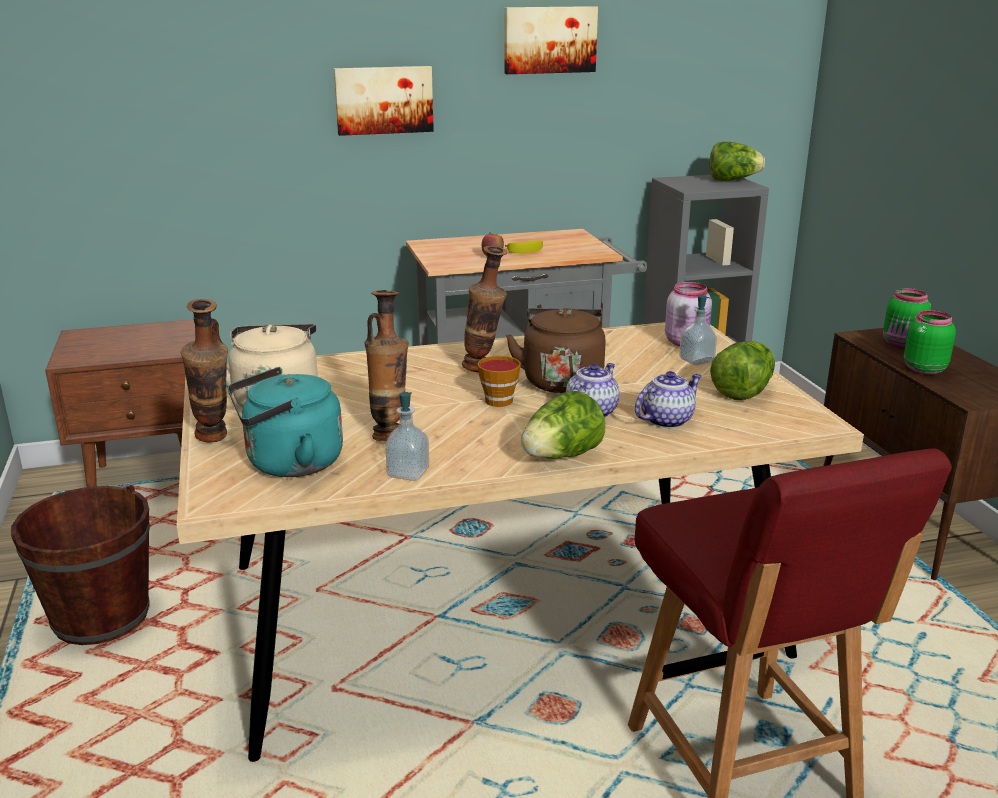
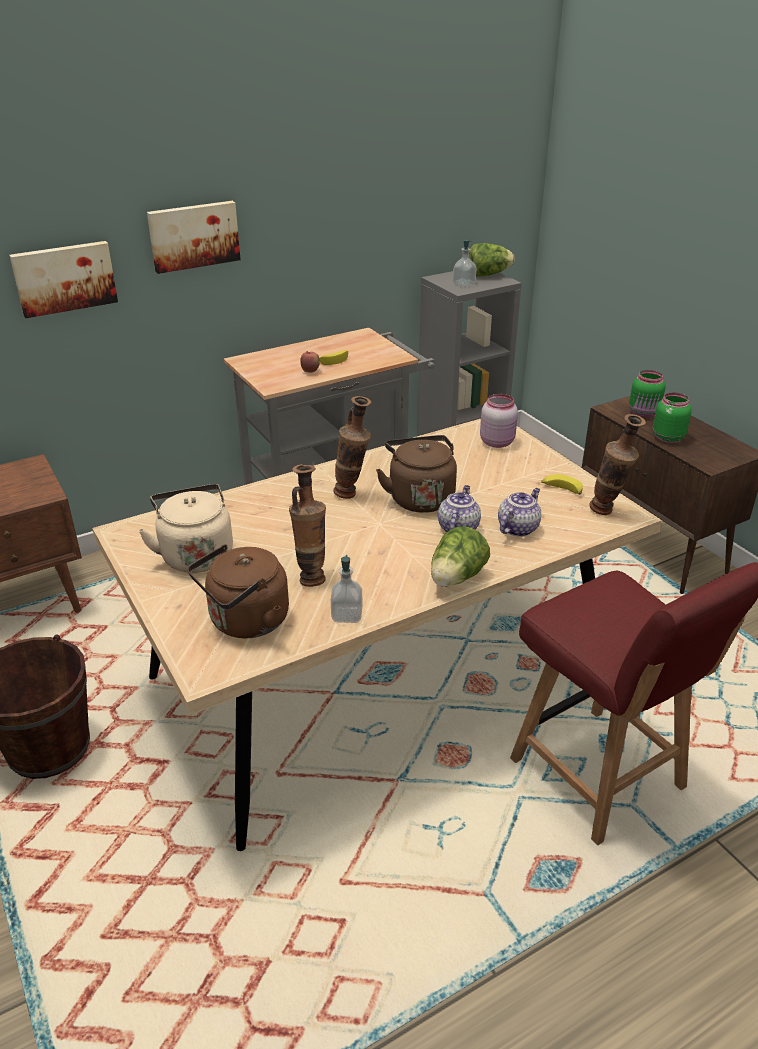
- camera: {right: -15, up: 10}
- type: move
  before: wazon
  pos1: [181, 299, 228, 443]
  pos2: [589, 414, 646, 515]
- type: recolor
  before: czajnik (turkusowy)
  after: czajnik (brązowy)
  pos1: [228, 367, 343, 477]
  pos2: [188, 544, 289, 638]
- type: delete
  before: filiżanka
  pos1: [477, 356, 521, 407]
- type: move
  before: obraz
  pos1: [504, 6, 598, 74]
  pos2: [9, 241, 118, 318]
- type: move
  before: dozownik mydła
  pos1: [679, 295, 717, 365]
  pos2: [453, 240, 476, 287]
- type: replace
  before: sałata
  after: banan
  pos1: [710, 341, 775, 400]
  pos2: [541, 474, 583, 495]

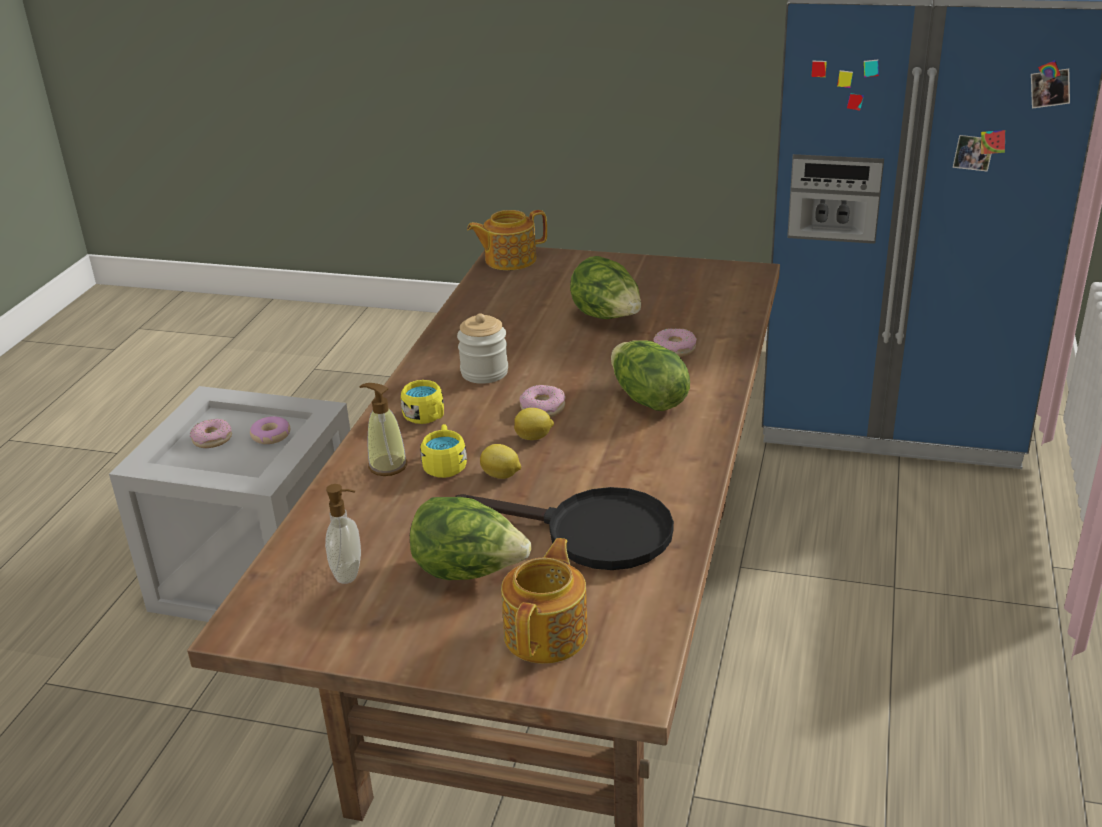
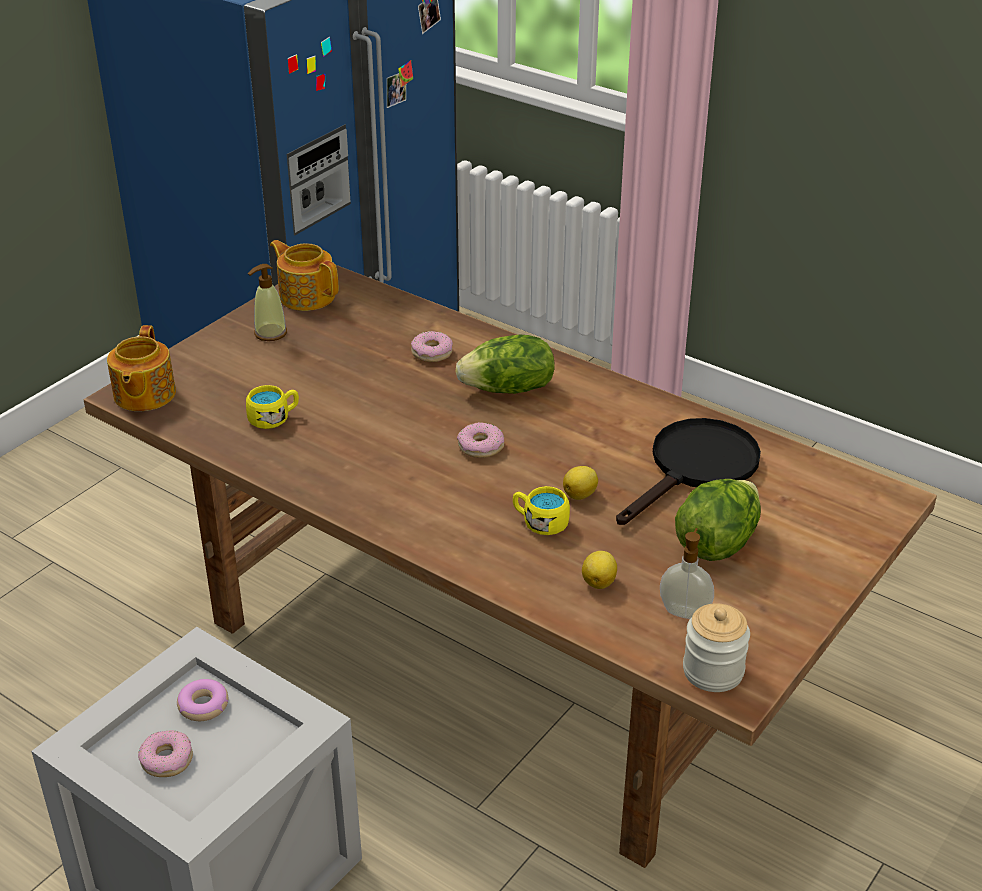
- camera: {right: -70, up: 5}
- type: move
  before: dozownik mydła
  pos1: [359, 383, 407, 476]
  pos2: [248, 264, 287, 341]
- type: move
  before: kubek (żółty)
  pos1: [401, 380, 444, 424]
  pos2: [246, 385, 299, 429]
- type: move
  before: słoik
  pos1: [457, 313, 508, 384]
  pos2: [683, 603, 750, 692]
- type: move
  before: imbryk
  pos1: [501, 538, 588, 664]
  pos2: [270, 240, 338, 311]
- type: move
  before: cytryna
  pos1: [514, 408, 554, 440]
  pos2: [582, 551, 617, 589]
- type: delete
  before: sałata
  pos1: [570, 256, 641, 319]

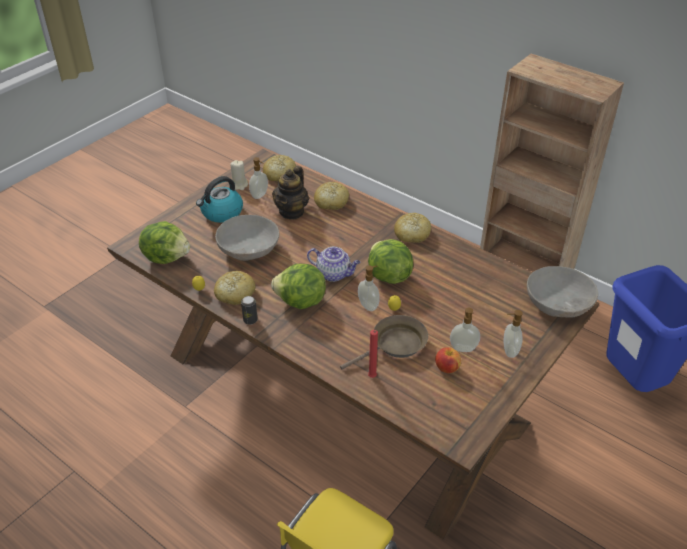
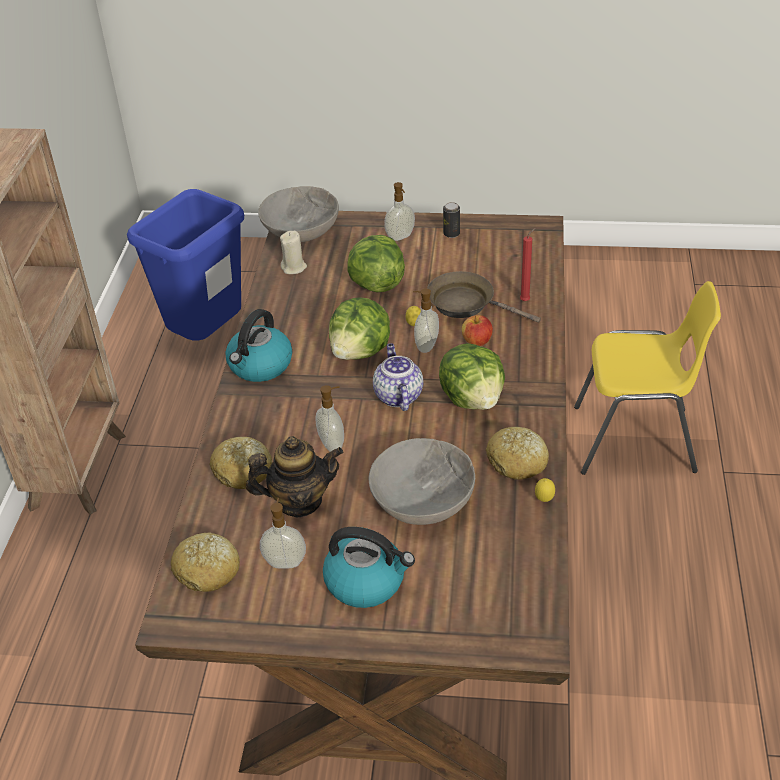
- camera: {right: -120, up: 0}
- type: move
  before: sałata
  pos1: [139, 221, 190, 264]
  pos2: [347, 235, 405, 292]
- type: move
  before: świeca (beżowy)
  pos1: [230, 160, 248, 190]
  pos2: [280, 231, 307, 274]
- type: move
  before: puszka
  pos1: [241, 296, 258, 325]
  pos2: [443, 202, 460, 238]
- type: replace
  before: chleb
  after: czajnik
  pos1: [394, 213, 431, 243]
  pos2: [225, 309, 292, 382]
- type: move
  before: jabłko
  pos1: [435, 347, 461, 373]
  pos2: [462, 315, 493, 346]
- type: move
  before: dozownik mydła
  pos1: [450, 307, 480, 352]
  pos2: [315, 385, 344, 452]

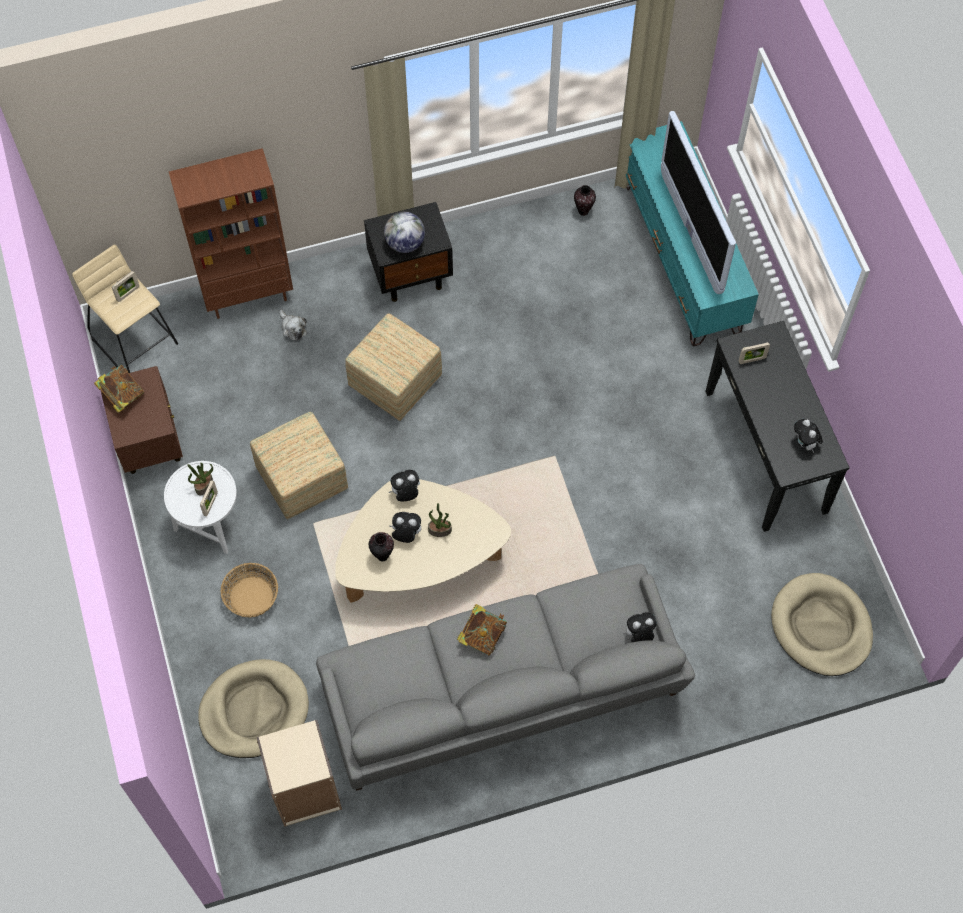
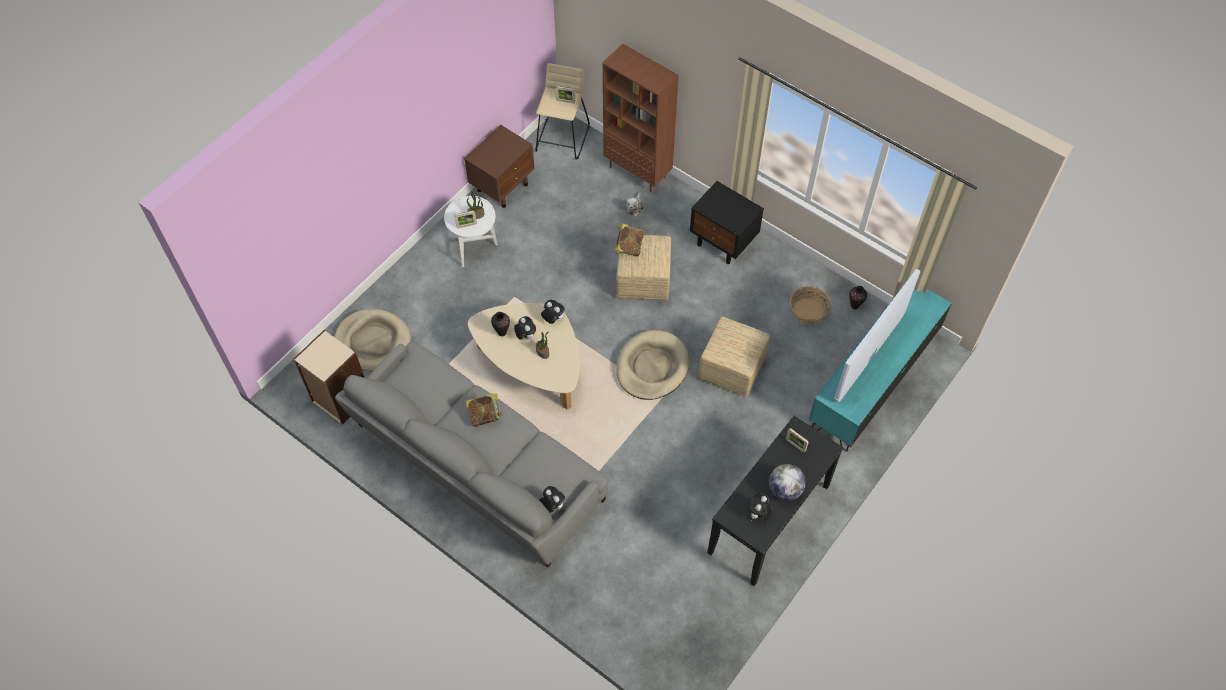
- camera: {right: 55, up: -5}
- type: move
  before: książka
  pos1: [94, 365, 144, 413]
  pos2: [614, 223, 644, 256]
- type: move
  before: koszyk
  pos1: [220, 563, 278, 618]
  pos2: [790, 286, 831, 324]
- type: move
  before: pufa
  pos1: [250, 412, 348, 519]
  pos2: [698, 316, 770, 397]
- type: move
  before: globus
  pos1: [384, 212, 425, 253]
  pos2: [769, 464, 806, 501]
- type: move
  before: legowisko (beżowy)
  pos1: [771, 573, 873, 676]
  pos2: [616, 330, 689, 400]

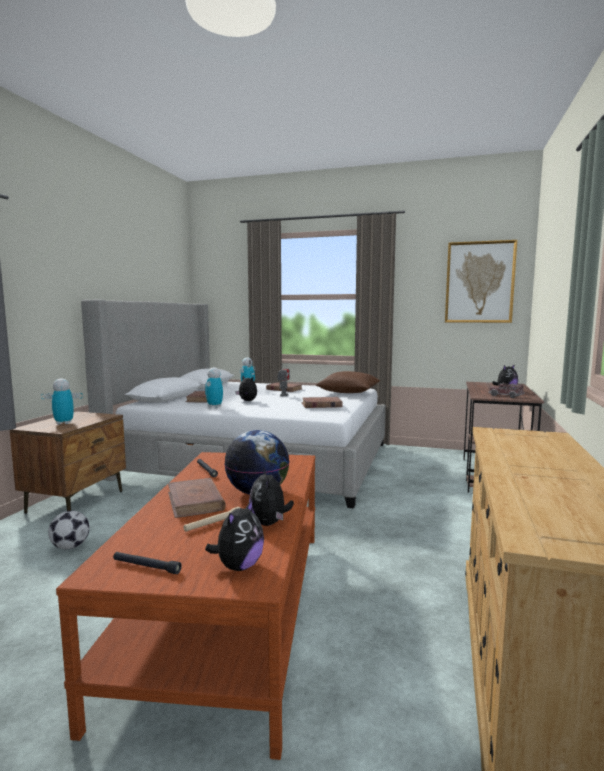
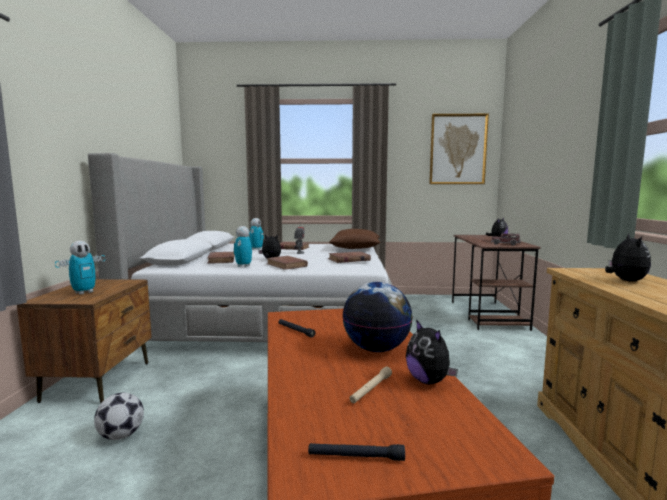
- camera: {right: -15, up: 0}
- type: rotate
  before: robot zabawkowy
  pos1: [41, 379, 83, 425]
  pos2: [55, 241, 106, 295]
  turn: 150
- type: move
  before: książka (brązowy)
  pos1: [168, 478, 226, 518]
  pos2: [266, 256, 308, 270]
- type: move
  before: pluszak
  pos1: [205, 499, 264, 571]
  pos2: [605, 234, 651, 282]

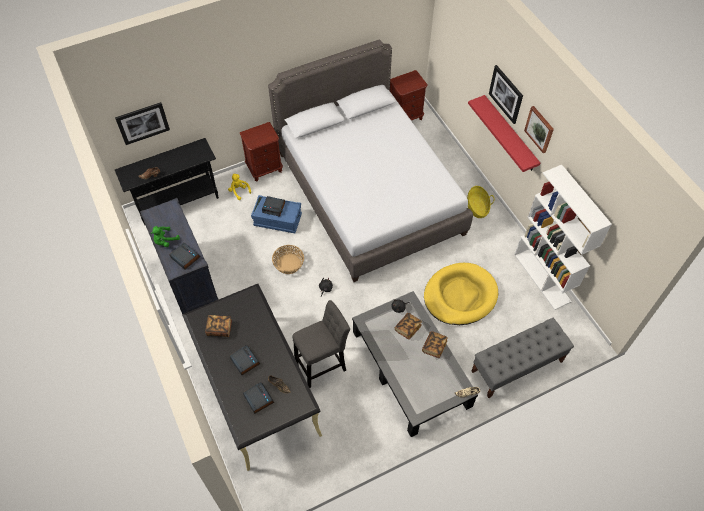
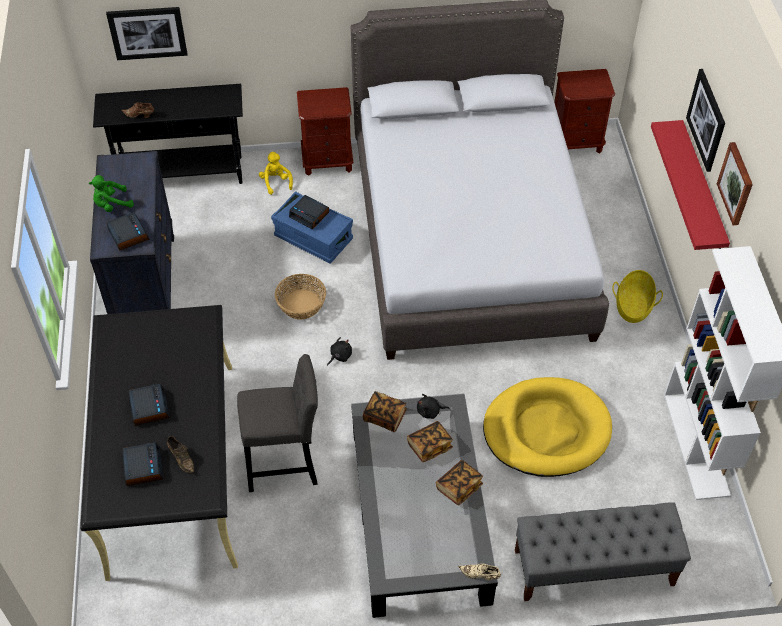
- camera: {right: 20, up: -5}
- type: move
  before: książka
  pos1: [205, 315, 232, 337]
  pos2: [363, 391, 407, 432]

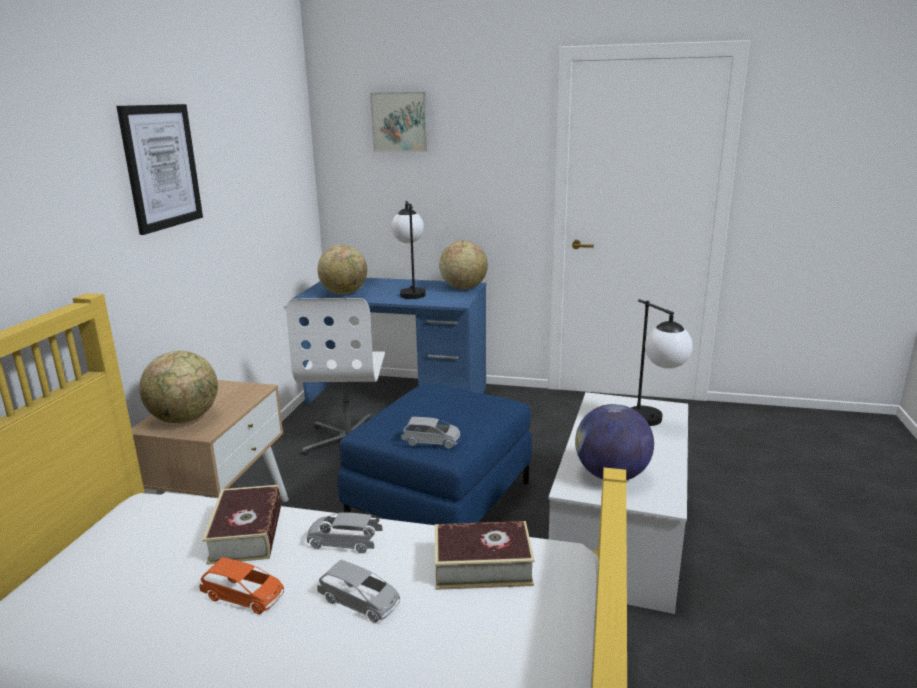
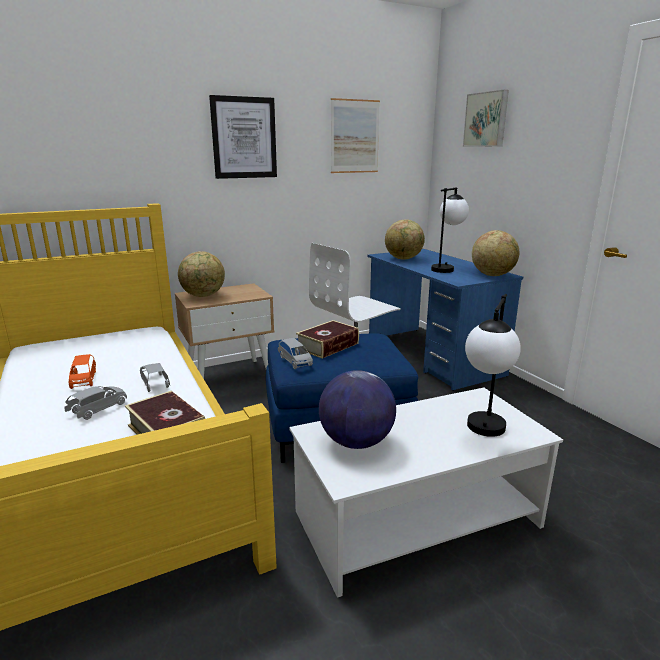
- camera: {right: 50, up: 0}
- type: move
  before: książka
  pos1: [202, 485, 281, 565]
  pos2: [296, 320, 359, 359]
- type: rotate
  before: samochodzik (szary)
  pos1: [317, 560, 400, 623]
  pos2: [64, 386, 127, 420]
  turn: -135
- type: insert
  after: obraz
  pos2: [331, 98, 380, 173]

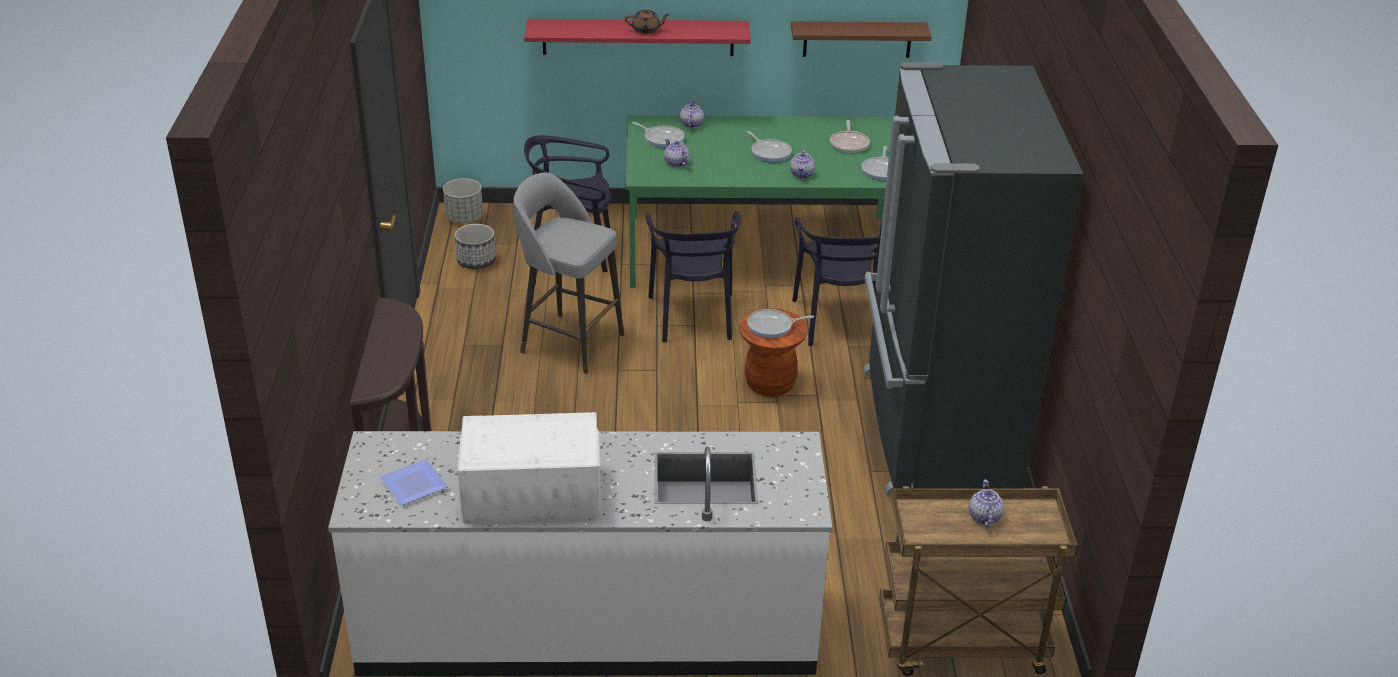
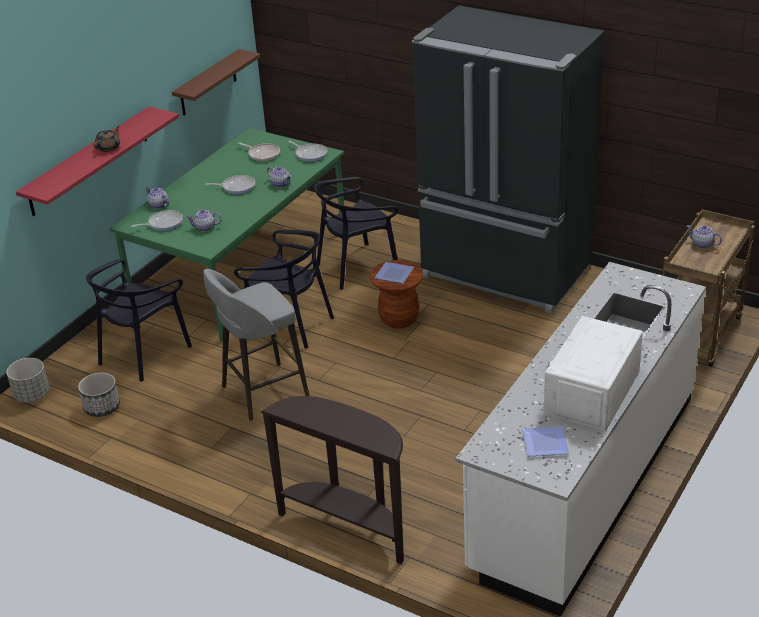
- camera: {right: -55, up: 0}
- type: replace
  before: patelnia
  after: talerz
  pos1: [747, 309, 814, 338]
  pos2: [375, 262, 414, 284]
- type: rotate
  before: krzesło (czarny)
  pos1: [792, 217, 882, 346]
  pos2: [314, 177, 398, 290]
  turn: 120

